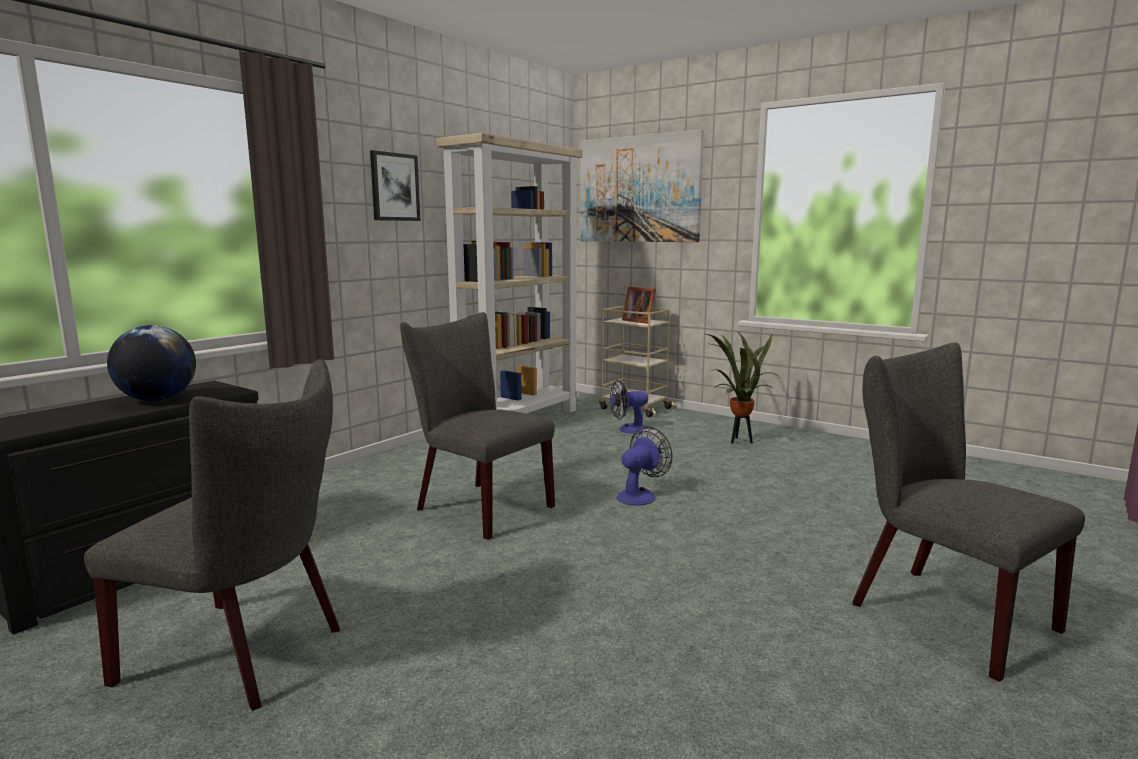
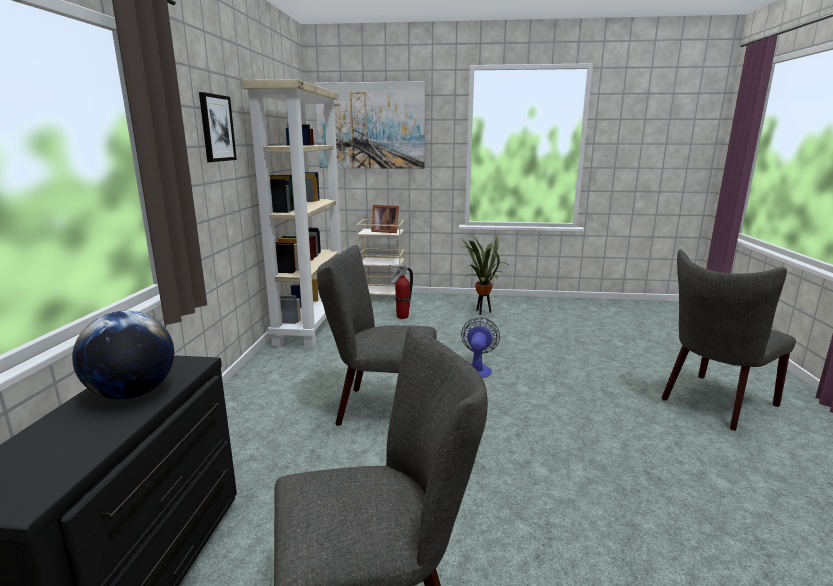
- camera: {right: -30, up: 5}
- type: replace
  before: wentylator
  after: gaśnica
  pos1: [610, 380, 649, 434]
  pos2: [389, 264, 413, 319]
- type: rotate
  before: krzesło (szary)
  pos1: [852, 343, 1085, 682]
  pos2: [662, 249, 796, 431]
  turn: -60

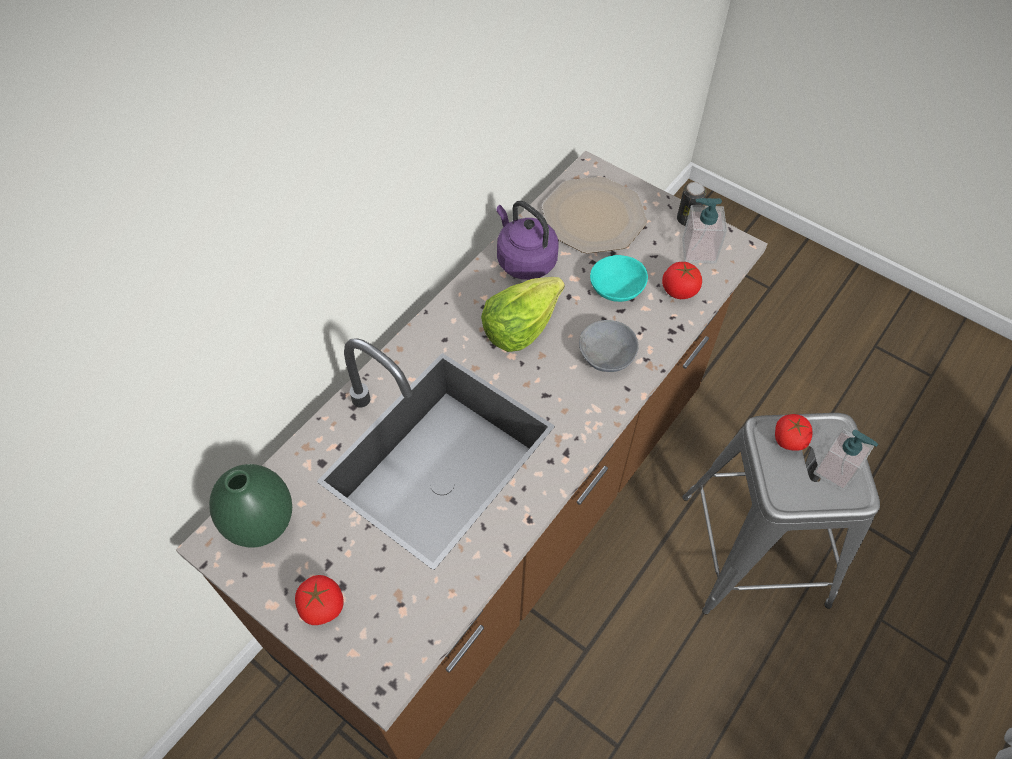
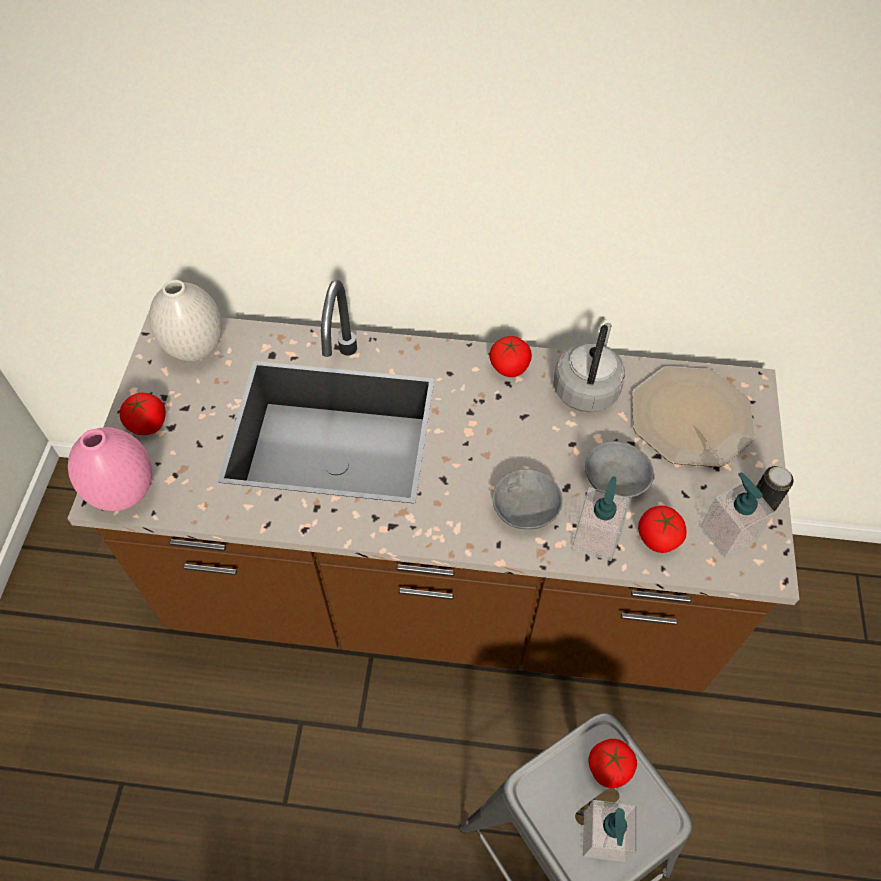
- camera: {right: 60, up: 0}
- type: recolor
  before: wazon (zielony)
  after: wazon (biały)
  pos1: [209, 464, 292, 548]
  pos2: [149, 280, 222, 361]
- type: delete
  before: sałata
  pos1: [481, 277, 565, 352]
- type: recolor
  before: czajnik (fioletowy)
  after: czajnik (szary)
  pos1: [496, 201, 559, 280]
  pos2: [554, 323, 625, 412]
- type: recolor
  before: miska (turkusowy)
  after: miska (szary)
  pos1: [590, 255, 648, 302]
  pos2: [585, 441, 654, 498]
- type: insert
  after: wazon (różowy)
  pos2: [68, 427, 152, 511]
- type: insert
  after: pomidor
  pos2: [490, 336, 532, 377]
- type: insert
  after: dozownik mydła
  pos2: [572, 476, 630, 561]

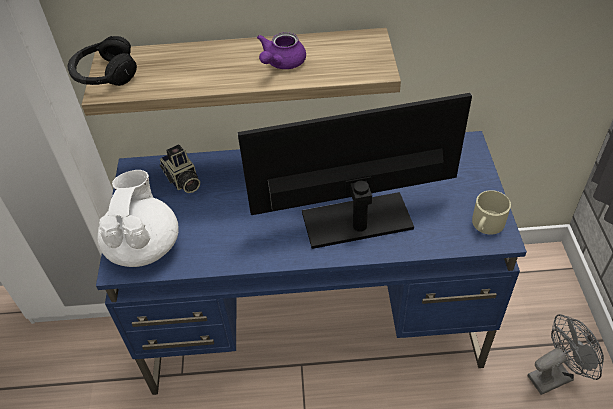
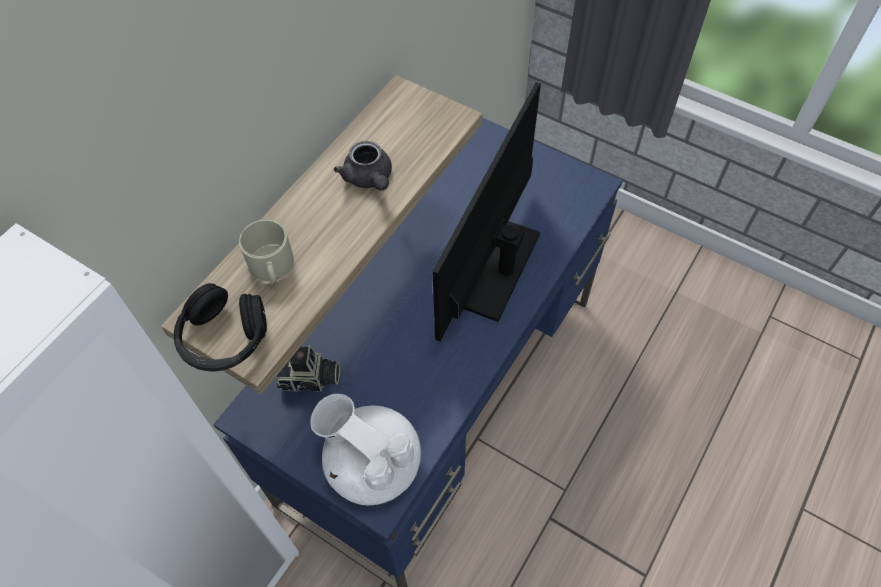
- camera: {right: -55, up: 10}
- type: recolor
  before: imbryk (fioletowy)
  after: imbryk (szary)
  pos1: [257, 32, 306, 69]
  pos2: [334, 141, 392, 190]
- type: move
  before: kubek (beżowy)
  pos1: [472, 190, 511, 235]
  pos2: [239, 220, 294, 282]
- type: delete
  before: wentylator (szary)
  pos1: [528, 314, 604, 395]

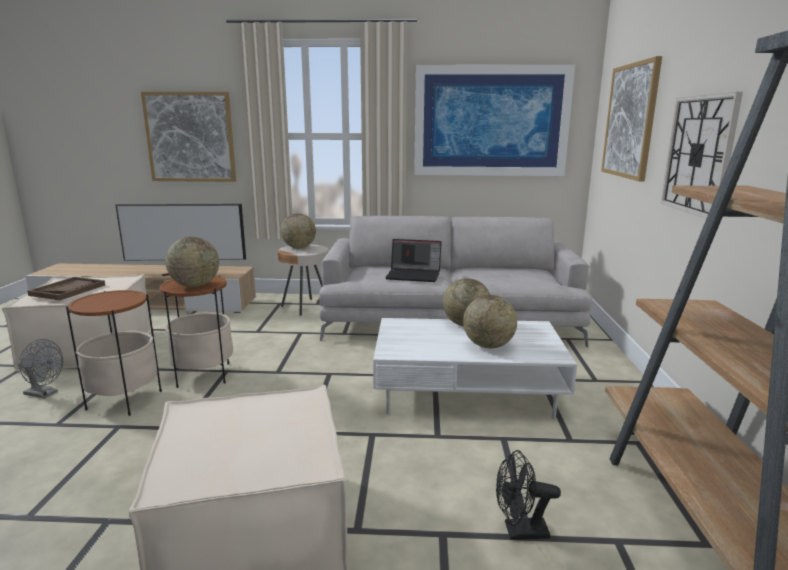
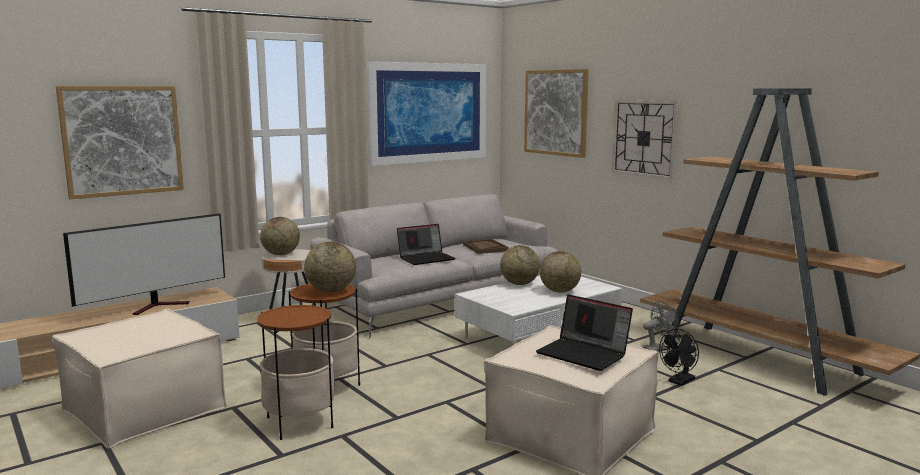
- camera: {right: -40, up: -5}
- type: move
  before: wentylator (szary)
  pos1: [18, 339, 63, 399]
  pos2: [643, 301, 679, 352]
- type: move
  before: taca (brązowy)
  pos1: [27, 277, 105, 300]
  pos2: [463, 239, 509, 254]
- type: insert
  after: laptop
  pos2: [536, 294, 633, 371]

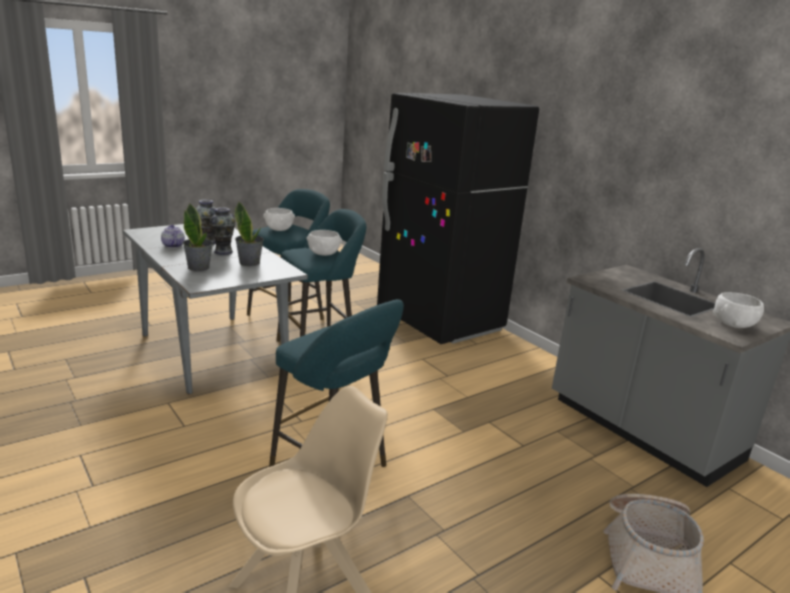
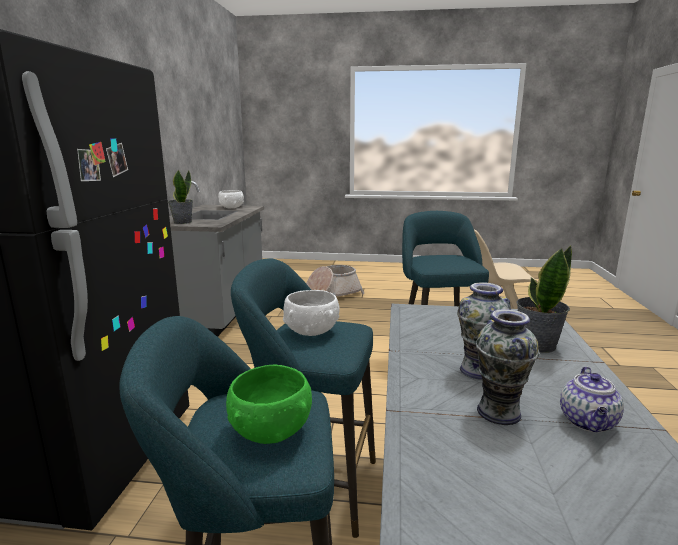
- camera: {right: -135, up: -5}
- type: move
  before: roślina doniczkowa
  pos1: [235, 202, 264, 266]
  pos2: [168, 170, 193, 224]
- type: recolor
  before: miska (biały)
  after: miska (zielony)
  pos1: [263, 208, 295, 231]
  pos2: [226, 365, 312, 444]

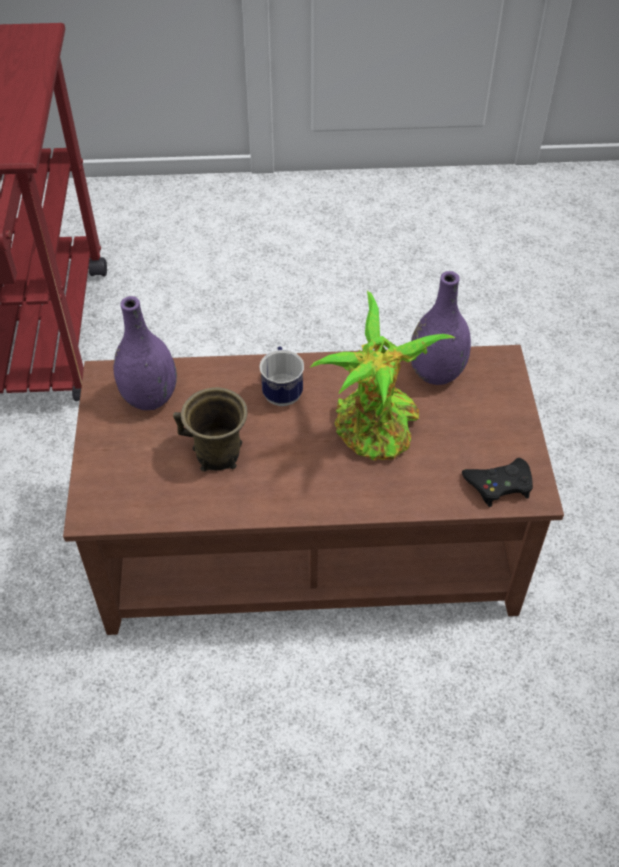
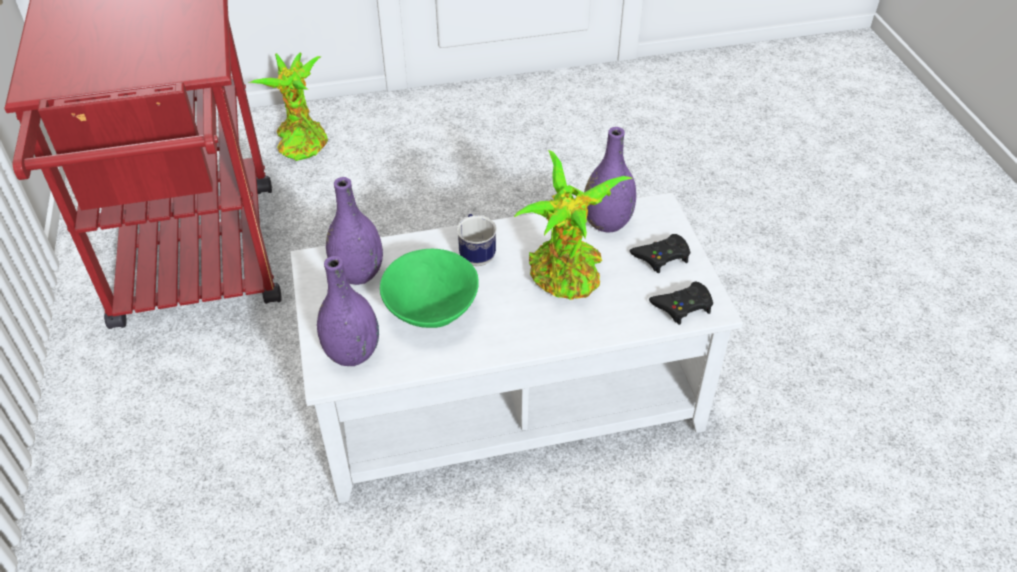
- camera: {right: -10, up: -5}
- type: recolor
  before: ława (brązowy)
  after: ława (biały)
  pos1: [63, 345, 564, 635]
  pos2: [290, 192, 743, 503]
- type: replace
  before: kubek (brązowy)
  after: miska (zielony)
  pos1: [173, 387, 247, 472]
  pos2: [380, 249, 479, 328]
- type: insert
  after: roślina doniczkowa
  pos2: [249, 53, 328, 161]
- type: insert
  after: wazon (fioletowy)
  pos2: [317, 256, 379, 366]
- type: insert
  after: pad do gier (czarny)
  pos2: [630, 234, 690, 273]

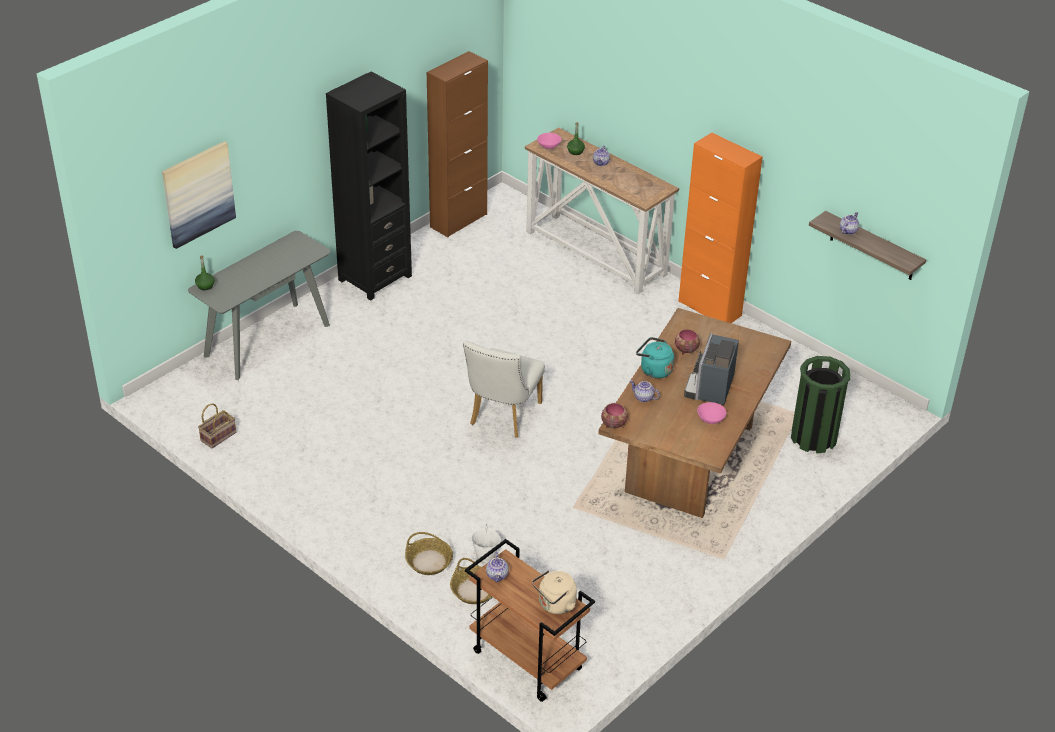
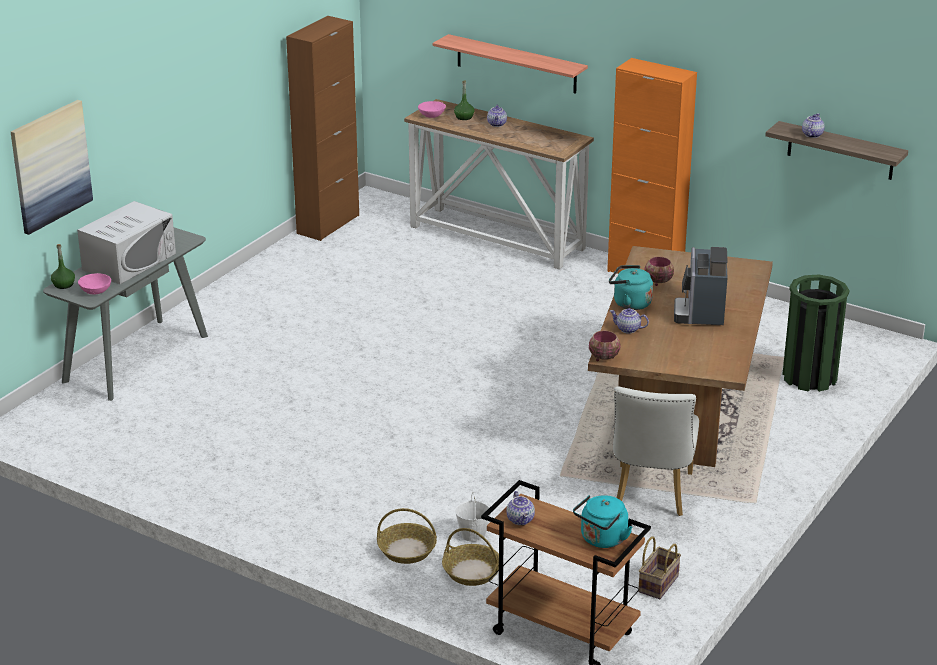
- camera: {right: -10, up: -10}
- type: move
  before: koszyk
  pos1: [198, 403, 236, 449]
  pos2: [638, 536, 681, 599]
- type: delete
  before: regał (czarny)
  pos1: [326, 72, 412, 301]
- type: move
  before: krzesło (biały)
  pos1: [463, 340, 545, 438]
  pos2: [613, 386, 699, 516]
- type: recolor
  before: czajnik (beżowy)
  after: czajnik (turkusowy)
  pos1: [532, 570, 577, 614]
  pos2: [573, 495, 632, 548]
- type: move
  before: miska (różowy)
  pos1: [697, 402, 726, 424]
  pos2: [78, 273, 111, 295]
- type: insert
  after: mikrofalówka (biały)
  pos2: [77, 201, 176, 284]
- type: insert
  after: półka
  pos2: [433, 34, 588, 94]

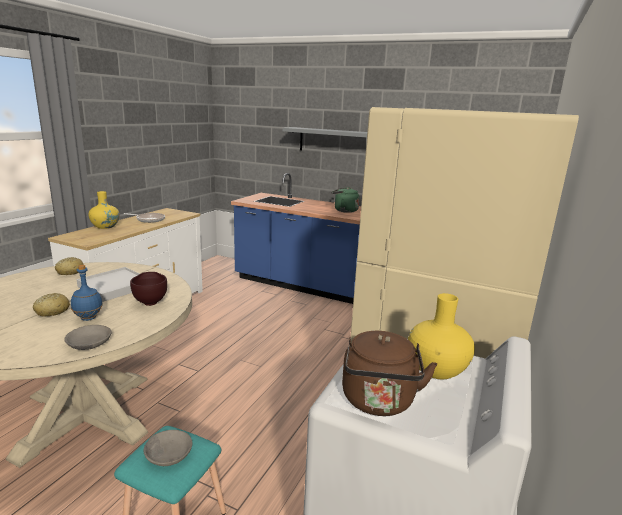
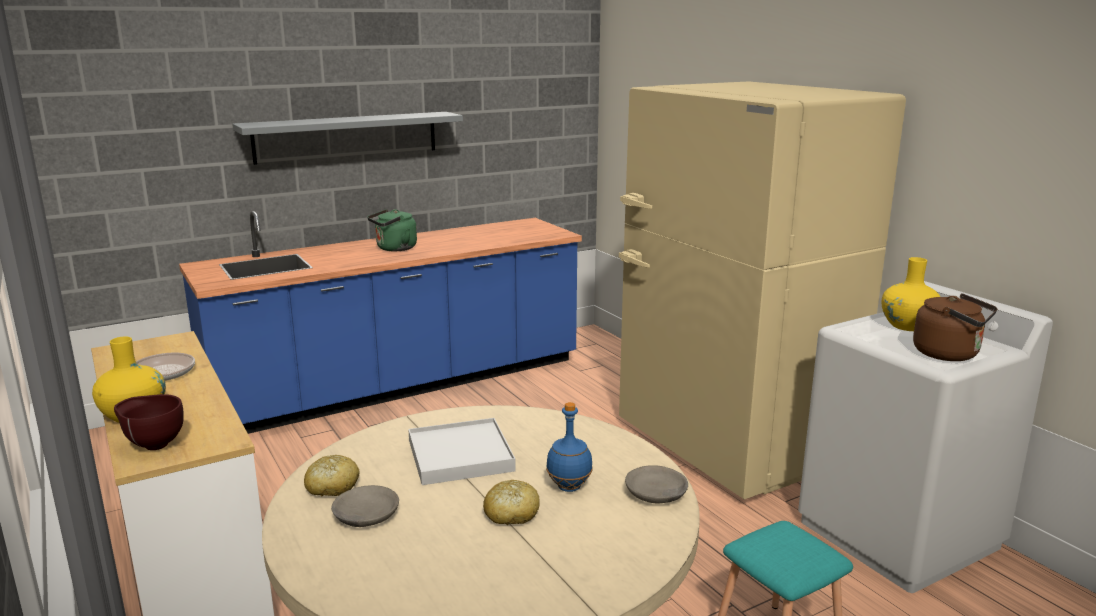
- camera: {right: -55, up: 0}
- type: move
  before: miska (brązowy)
  pos1: [130, 272, 167, 306]
  pos2: [114, 394, 183, 450]
- type: move
  before: miska (szary)
  pos1: [144, 430, 192, 466]
  pos2: [331, 485, 399, 527]

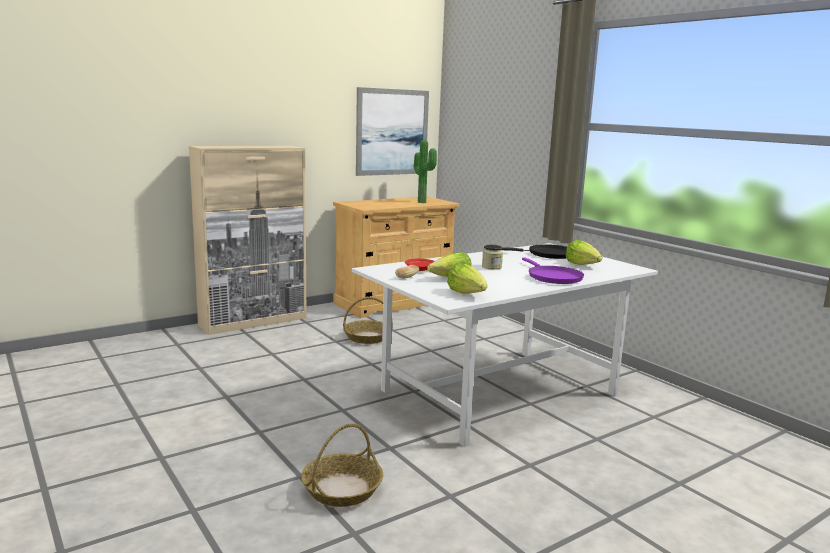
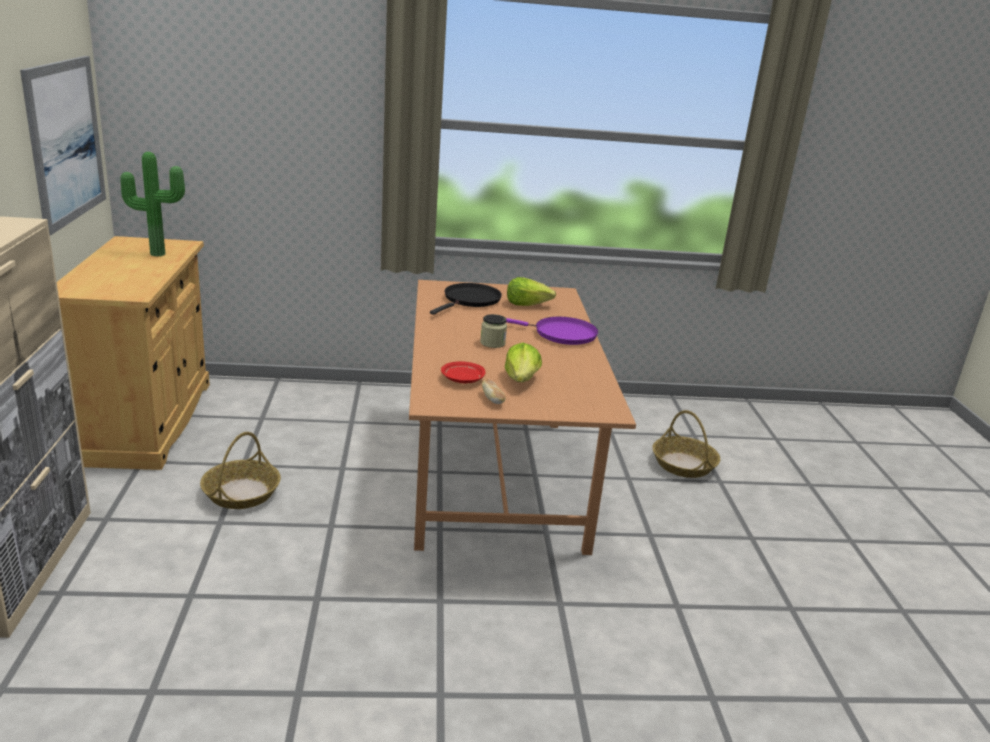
- camera: {right: -60, up: 10}
- type: move
  before: koszyk
  pos1: [301, 423, 383, 507]
  pos2: [652, 410, 720, 478]
- type: recolor
  before: stół jadalny (biały)
  after: stół jadalny (brązowy)
  pos1: [352, 243, 658, 447]
  pos2: [409, 280, 636, 555]
- type: delete
  before: sałata
  pos1: [447, 263, 487, 294]

